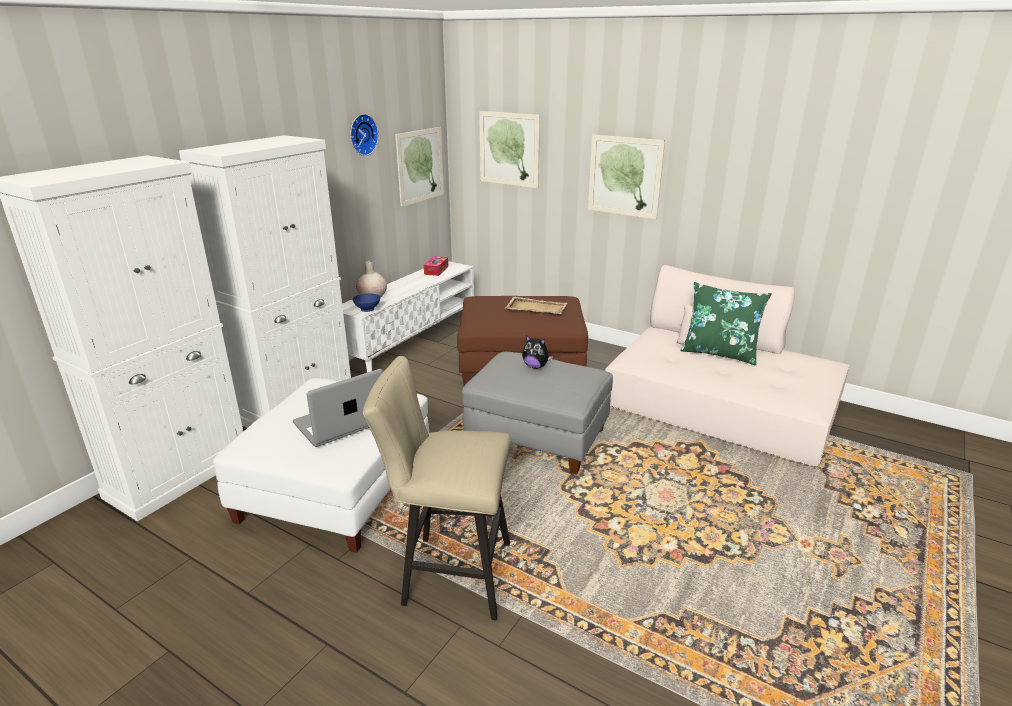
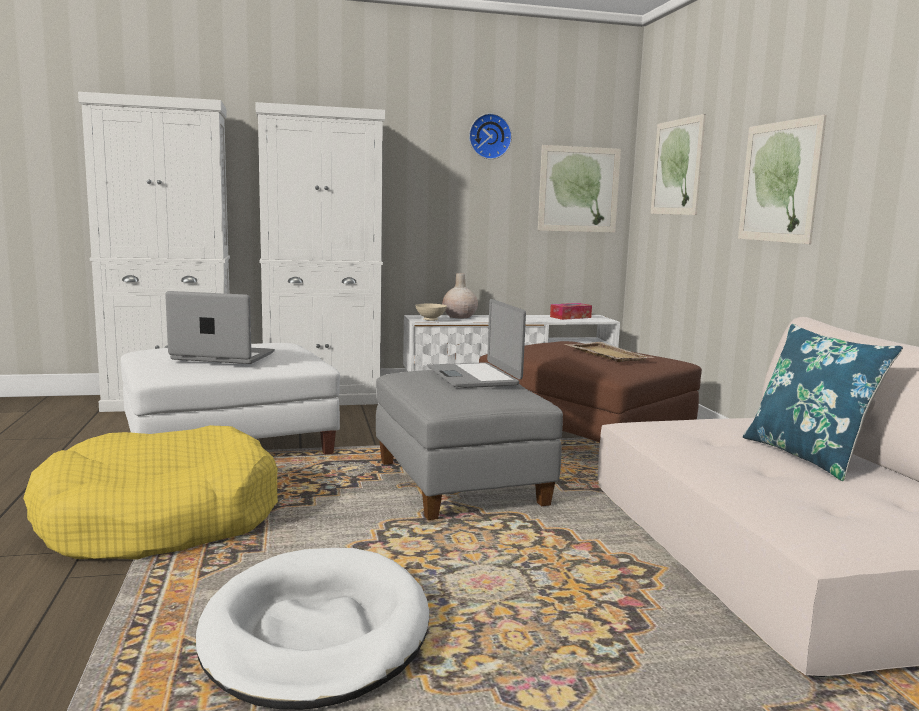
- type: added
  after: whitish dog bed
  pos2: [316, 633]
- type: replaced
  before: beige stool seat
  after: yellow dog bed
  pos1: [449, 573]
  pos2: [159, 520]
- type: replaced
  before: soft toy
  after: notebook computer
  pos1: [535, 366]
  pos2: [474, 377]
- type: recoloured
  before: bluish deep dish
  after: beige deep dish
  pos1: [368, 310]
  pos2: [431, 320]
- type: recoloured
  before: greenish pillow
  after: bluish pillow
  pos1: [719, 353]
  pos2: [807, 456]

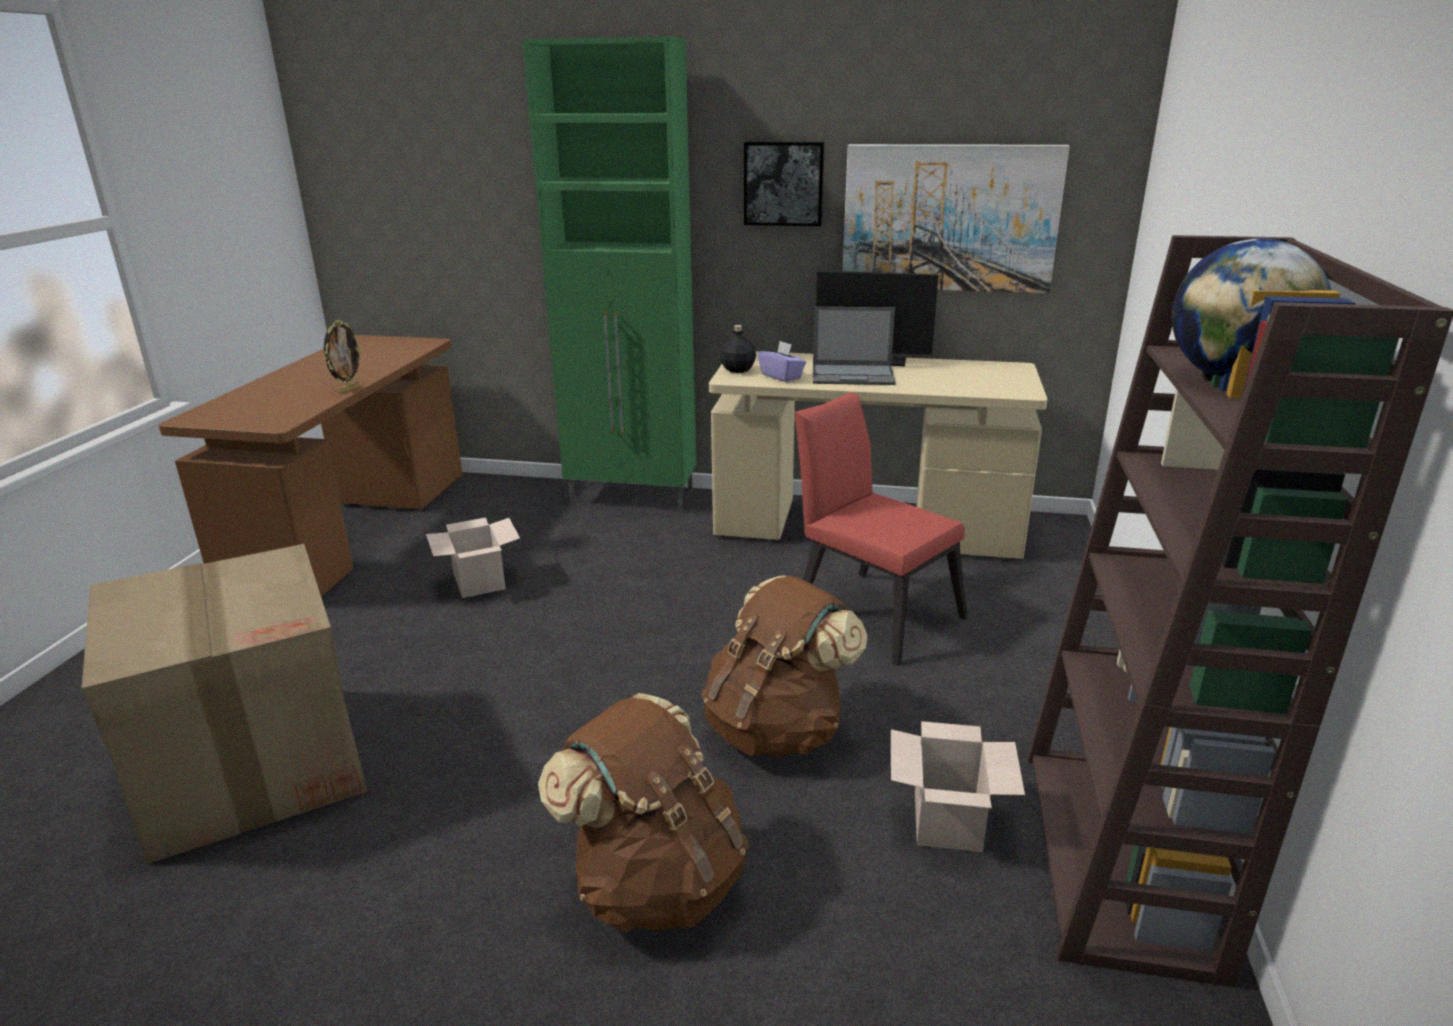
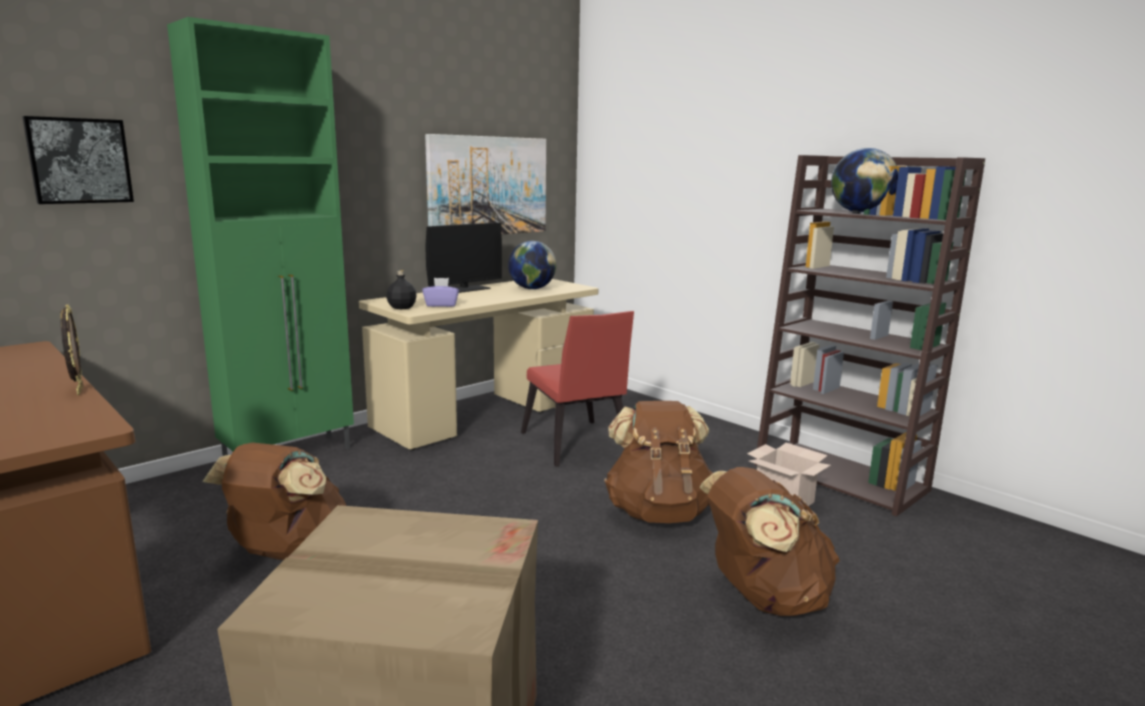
- type: removed
  before: notebook computer
  pos1: [854, 375]
- type: added
  after: globe
  pos2: [532, 288]
- type: moved
  before: picture
  pos1: [784, 183]
  pos2: [79, 161]
- type: replaced
  before: cardboard box
  after: brownish rucksack
  pos1: [478, 581]
  pos2: [288, 554]
- type: turned
  before: red-coloured upright chair
  pos1: [870, 610]
  pos2: [577, 446]
  turn: -105

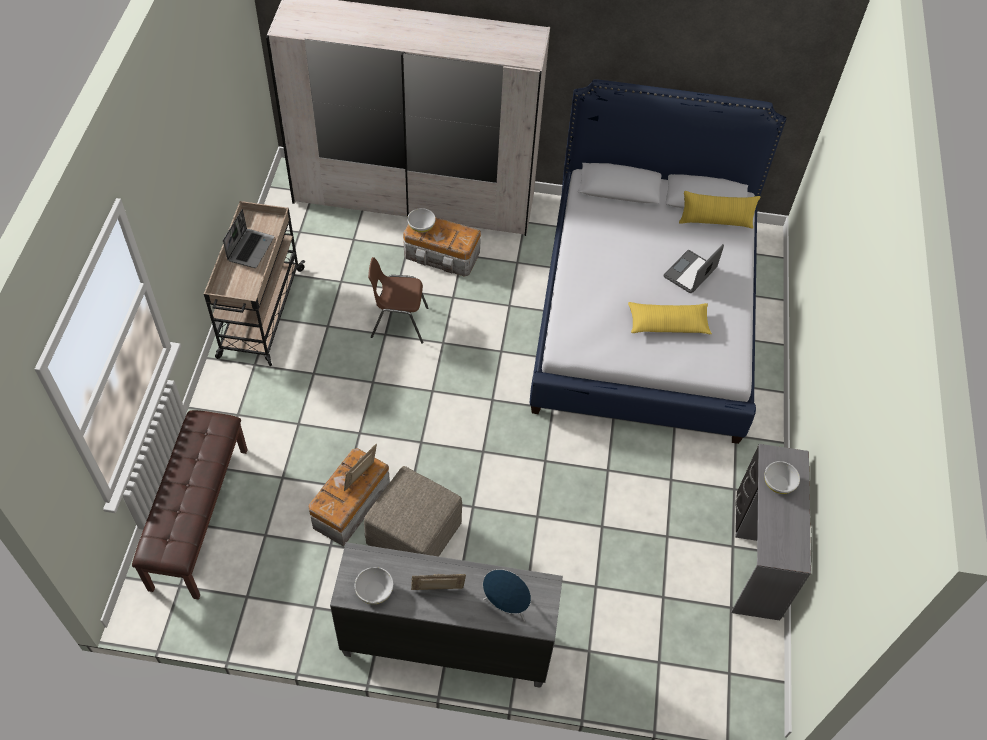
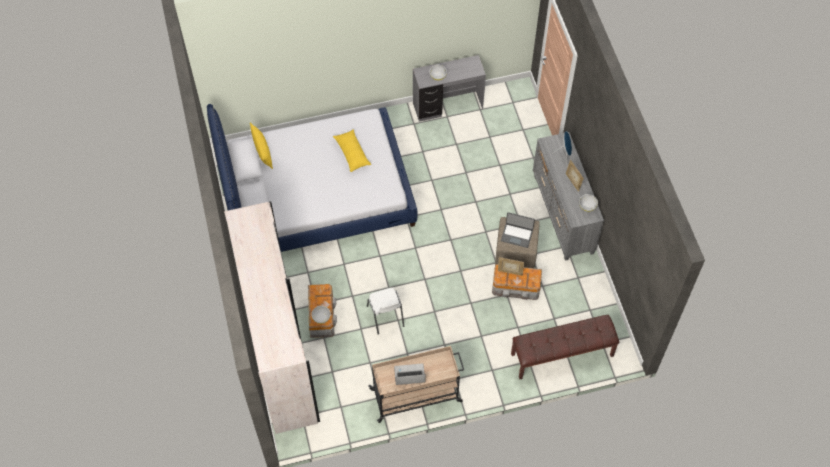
- type: moved
  before: notebook computer
  pos1: [690, 273]
  pos2: [517, 235]
- type: recoloured
  before: brownish upright chair
  after: whitish upright chair
  pos1: [399, 322]
  pos2: [385, 316]

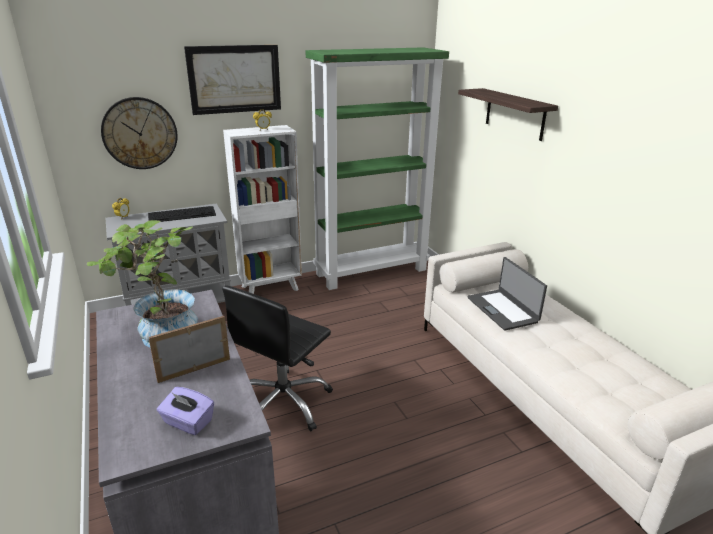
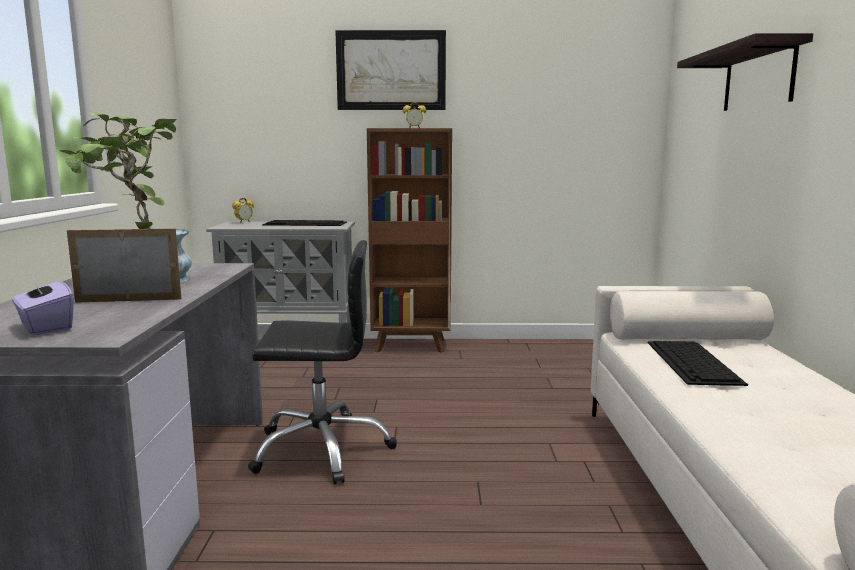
- type: removed
  before: clock on the wall
  pos1: [140, 133]
- type: removed
  before: greenish bookshelf
  pos1: [372, 271]
- type: replaced
  before: notebook computer
  after: computer keyboard
  pos1: [503, 309]
  pos2: [693, 362]
- type: recoloured
  before: whitish bookshelf
  after: brownish bookshelf
  pos1: [271, 288]
  pos2: [411, 346]
- type: turned
  before: black computer chair
  pos1: [284, 403]
  pos2: [321, 449]
  turn: -150

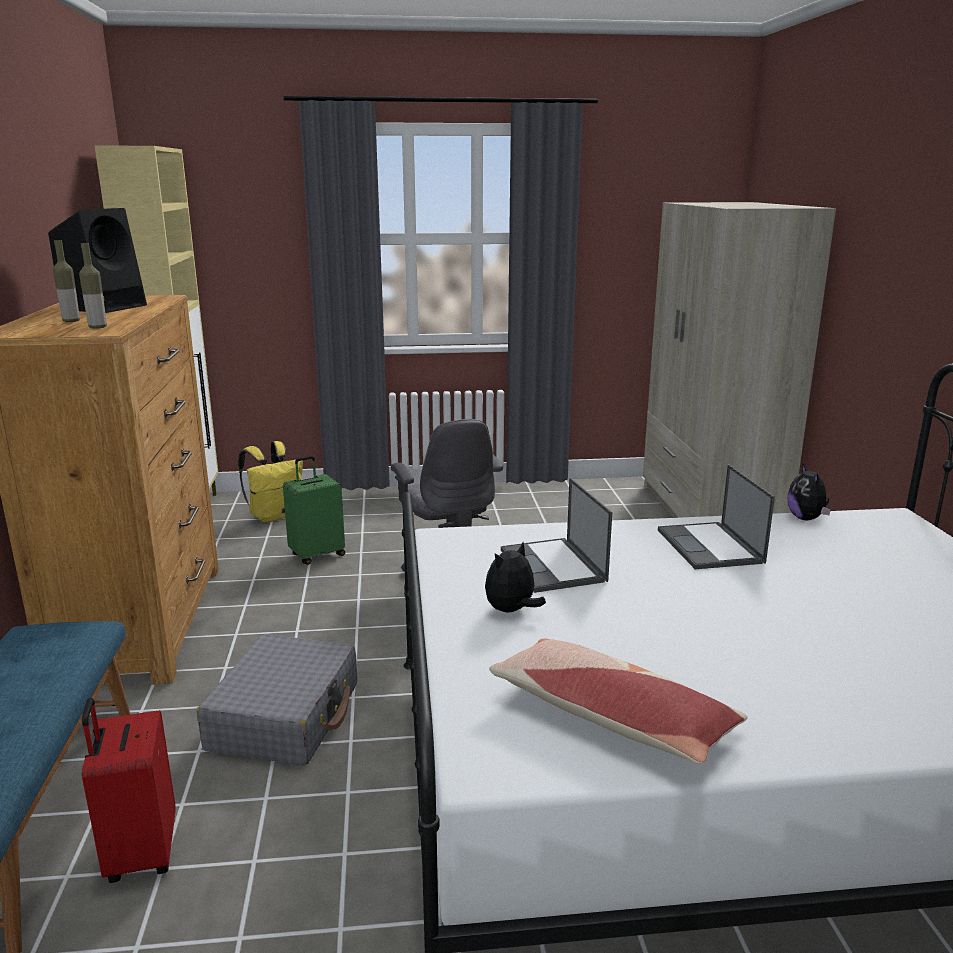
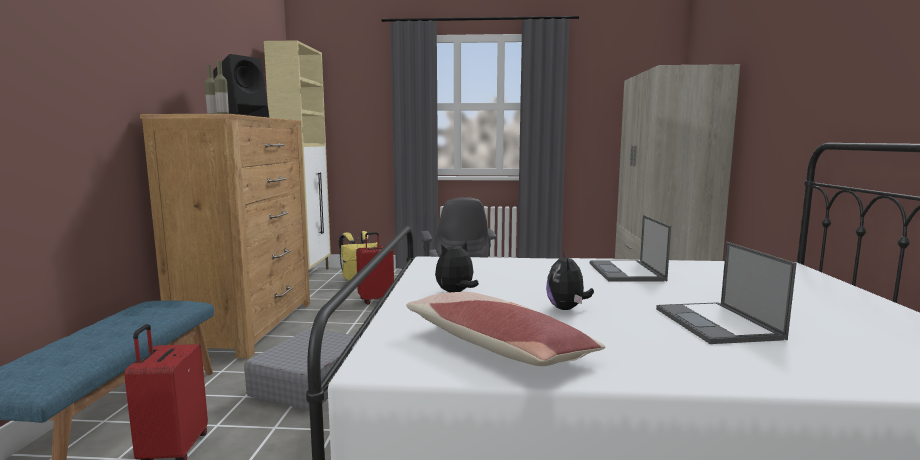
- type: moved
  before: notebook computer
  pos1: [553, 566]
  pos2: [718, 324]
- type: moved
  before: soft toy
  pos1: [806, 518]
  pos2: [567, 309]
- type: recoloured
  before: greenish suitcase
  after: red-coloured suitcase
  pos1: [317, 555]
  pos2: [376, 300]

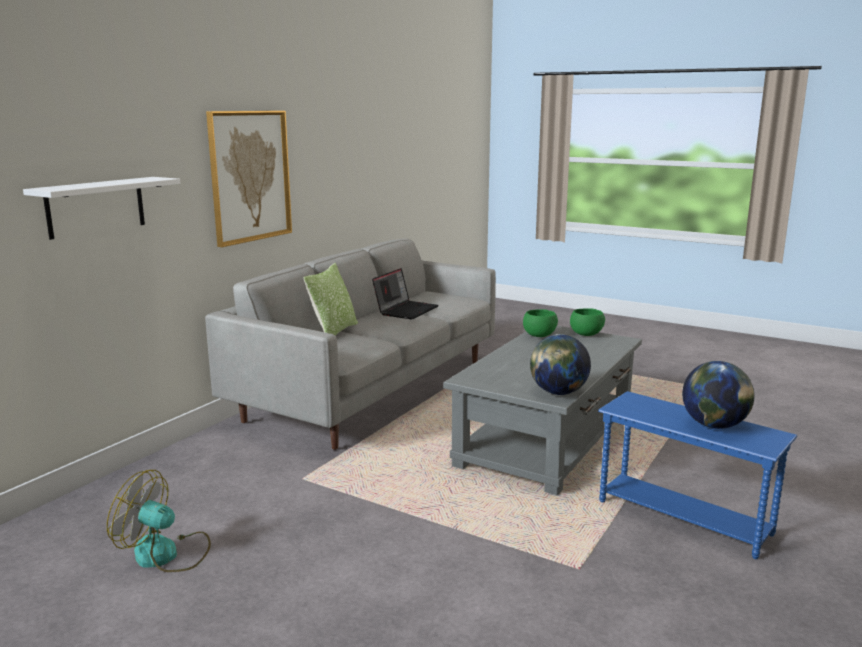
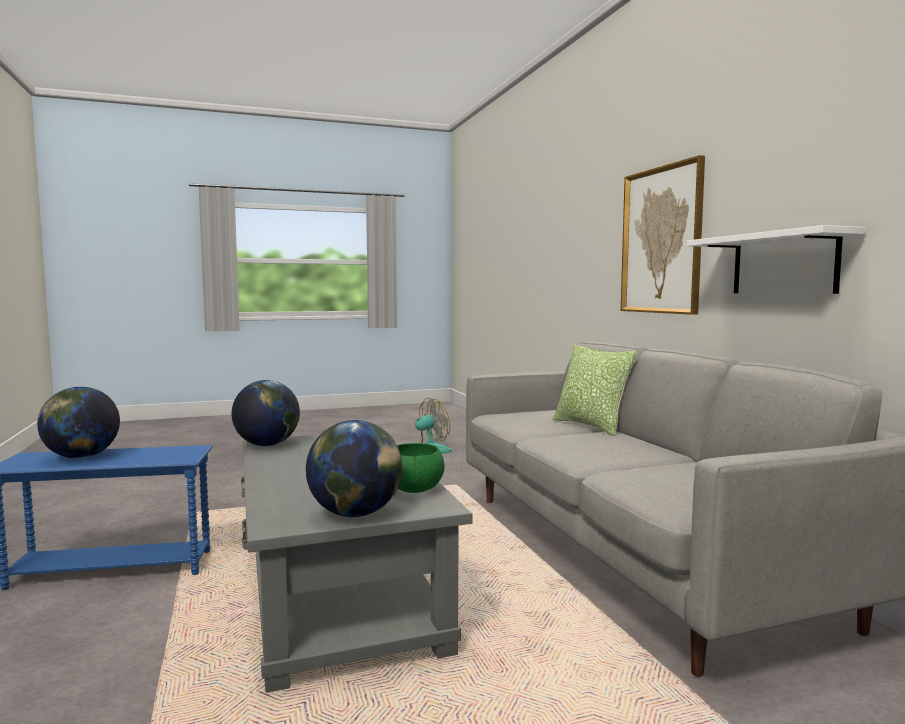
- type: removed
  before: notebook computer
  pos1: [406, 310]
- type: moved
  before: whitish wall shelf
  pos1: [96, 207]
  pos2: [783, 264]
- type: replaced
  before: greenish deep dish
  after: globe
  pos1: [586, 334]
  pos2: [355, 514]

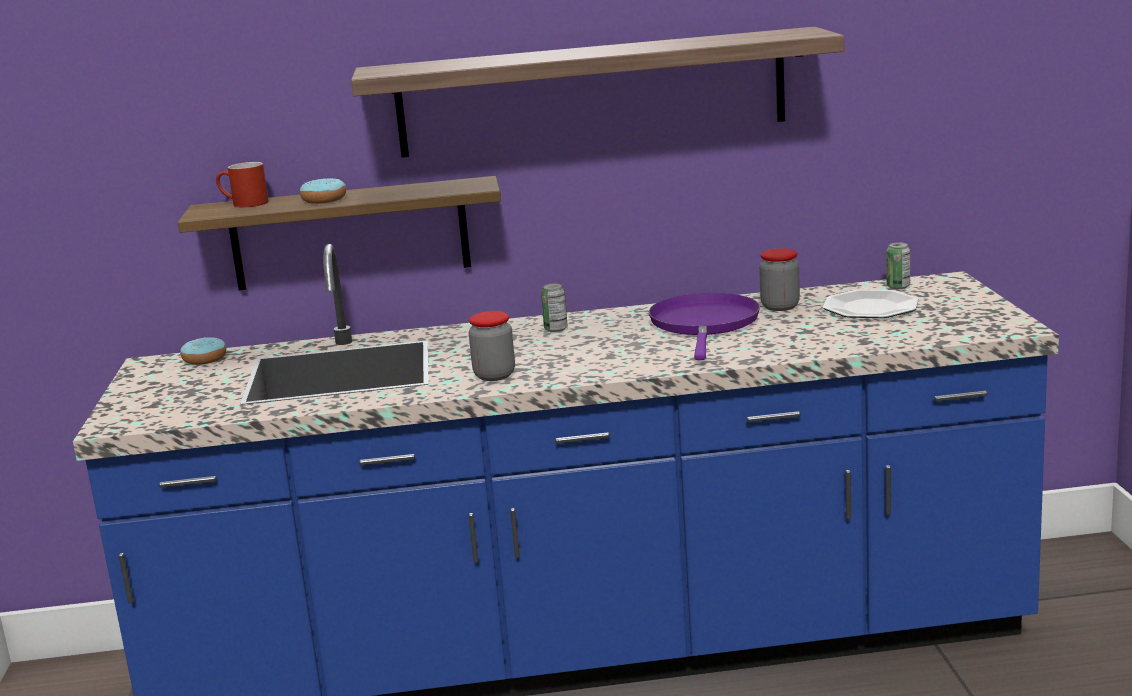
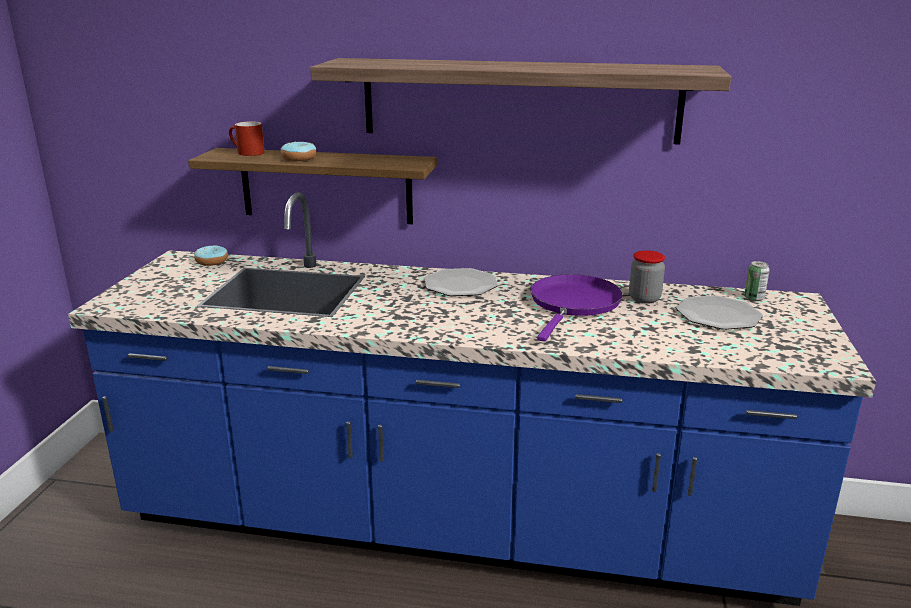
- type: removed
  before: jar
  pos1: [494, 375]
- type: replaced
  before: can
  after: flat dish
  pos1: [555, 329]
  pos2: [460, 285]

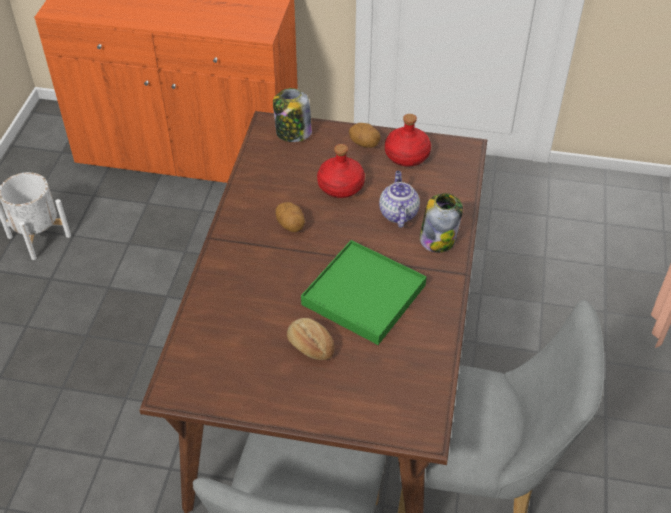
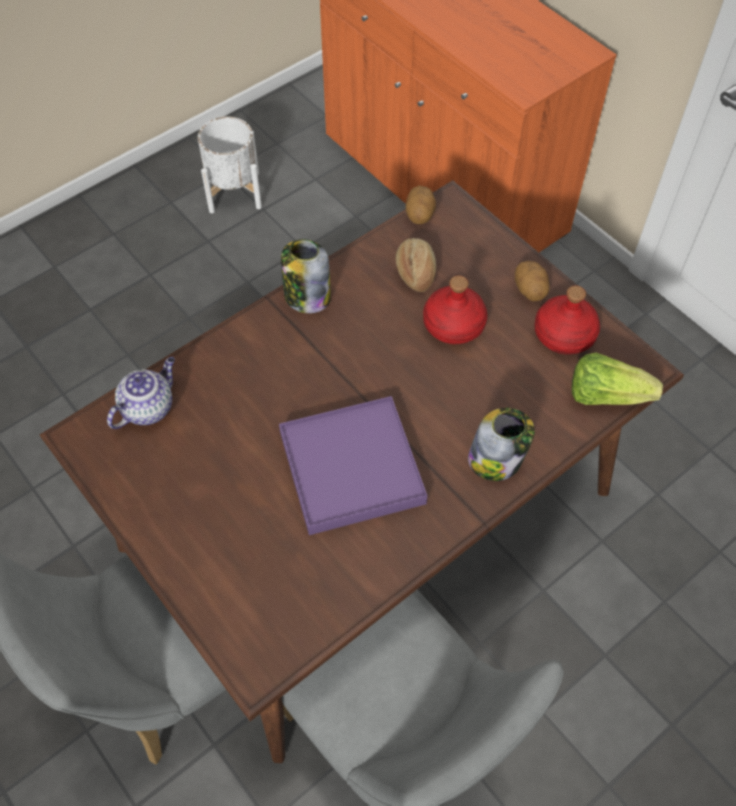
- type: added
  after: lettuce head
  pos2: [606, 395]
- type: moved
  before: jar
  pos1: [293, 133]
  pos2: [306, 296]
- type: moved
  before: whole potato
  pos1: [291, 225]
  pos2: [420, 215]
- type: moved
  before: bread
  pos1: [310, 346]
  pos2: [415, 272]
- type: moved
  before: tea pot
  pos1: [398, 213]
  pos2: [148, 407]
- type: recoloured
  before: greenish tray
  after: purple tray
  pos1: [363, 295]
  pos2: [351, 467]

